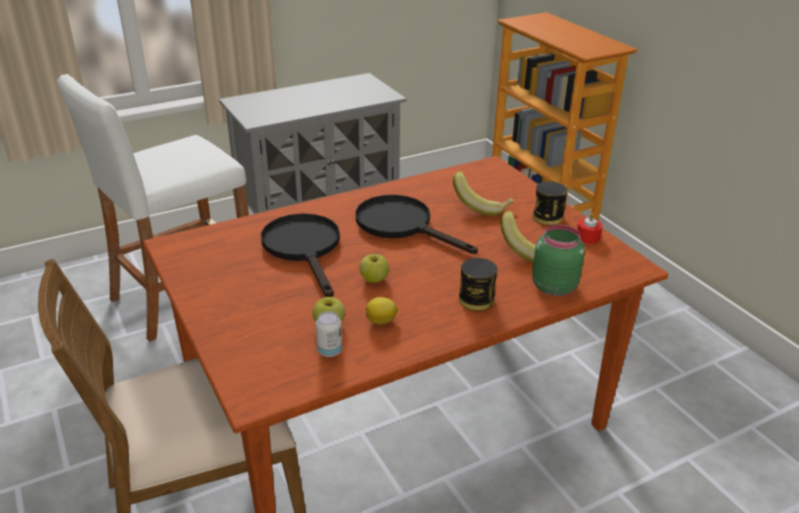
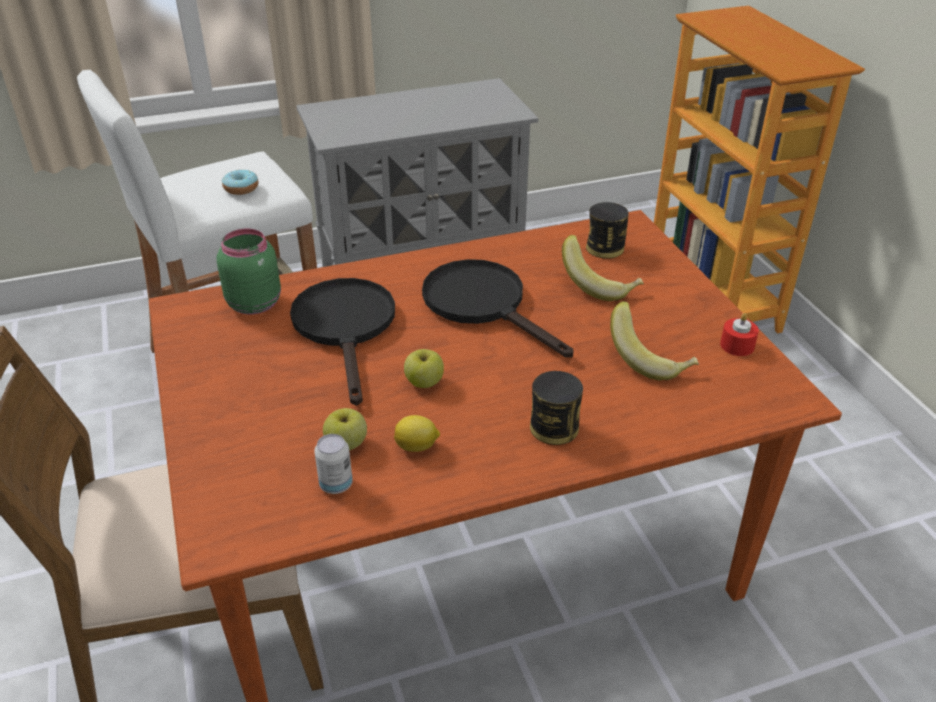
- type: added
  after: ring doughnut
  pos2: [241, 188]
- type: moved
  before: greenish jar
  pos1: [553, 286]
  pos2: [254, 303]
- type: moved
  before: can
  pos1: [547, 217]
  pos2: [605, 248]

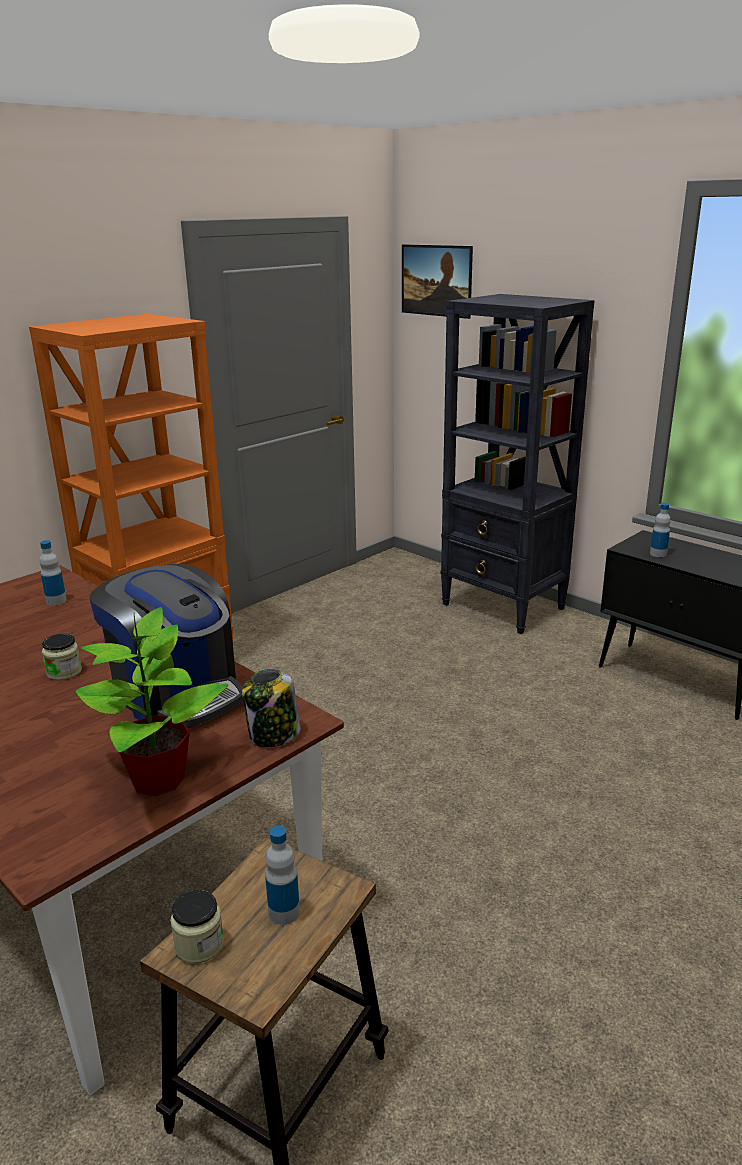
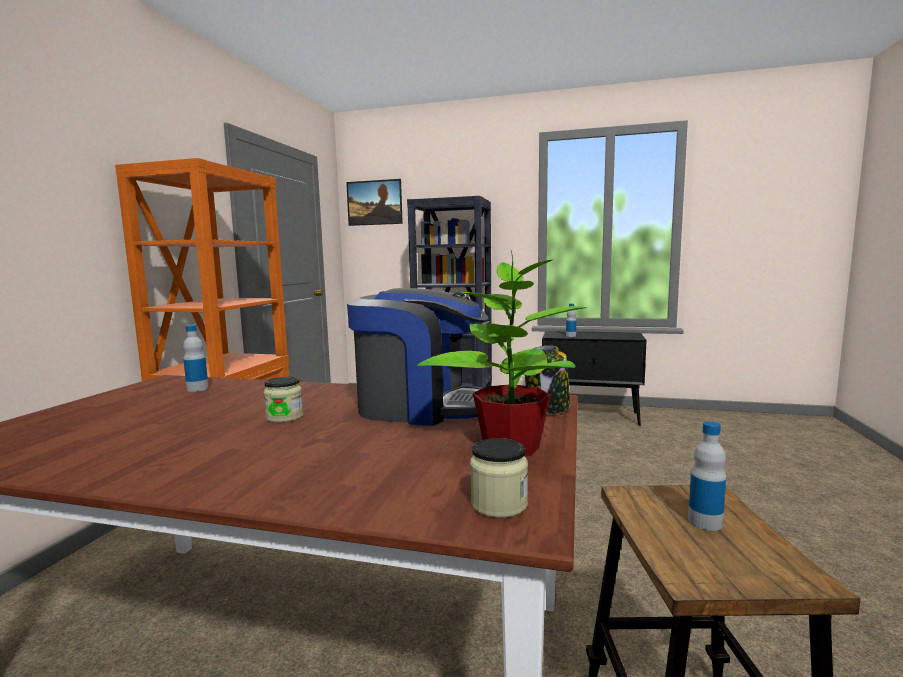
- type: moved
  before: jar
  pos1: [199, 944]
  pos2: [498, 504]

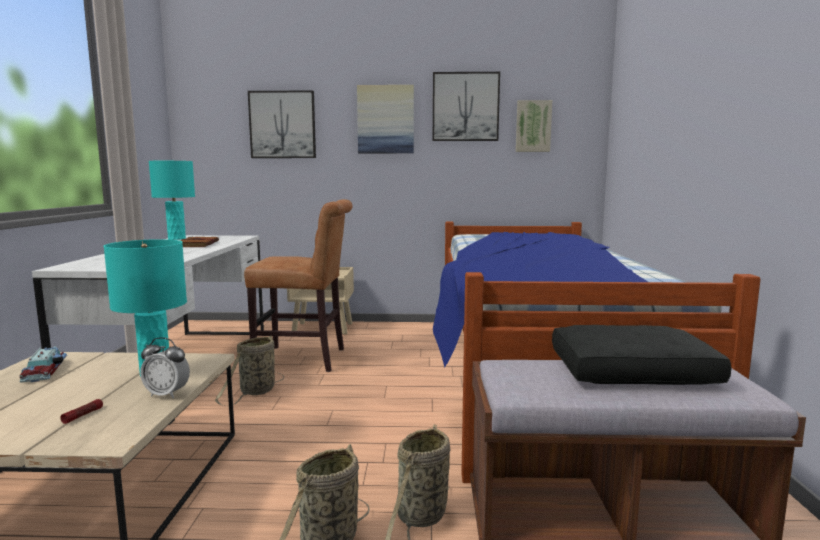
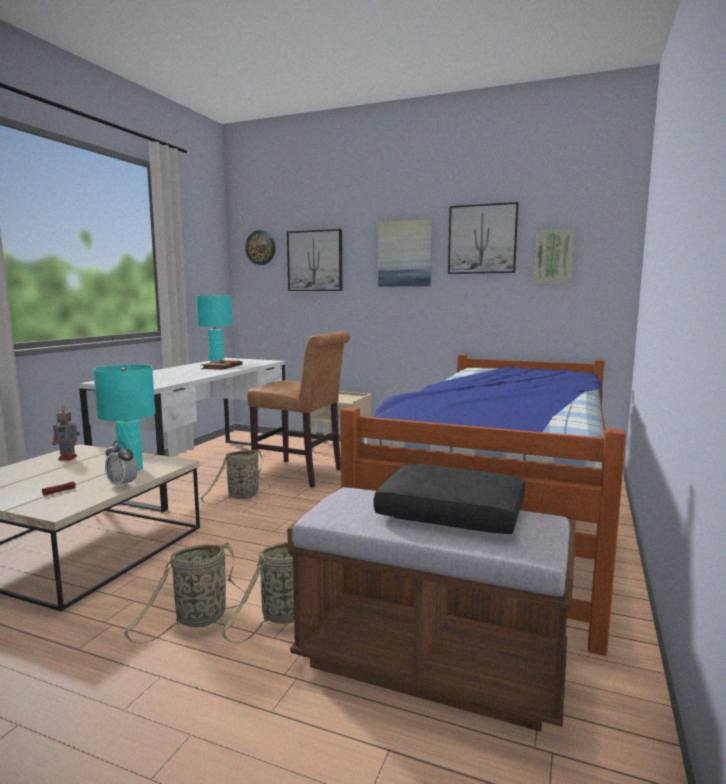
- type: added
  after: clock on the wall
  pos2: [260, 247]
- type: replaced
  before: miniature car
  after: toy robot
  pos1: [46, 370]
  pos2: [68, 458]

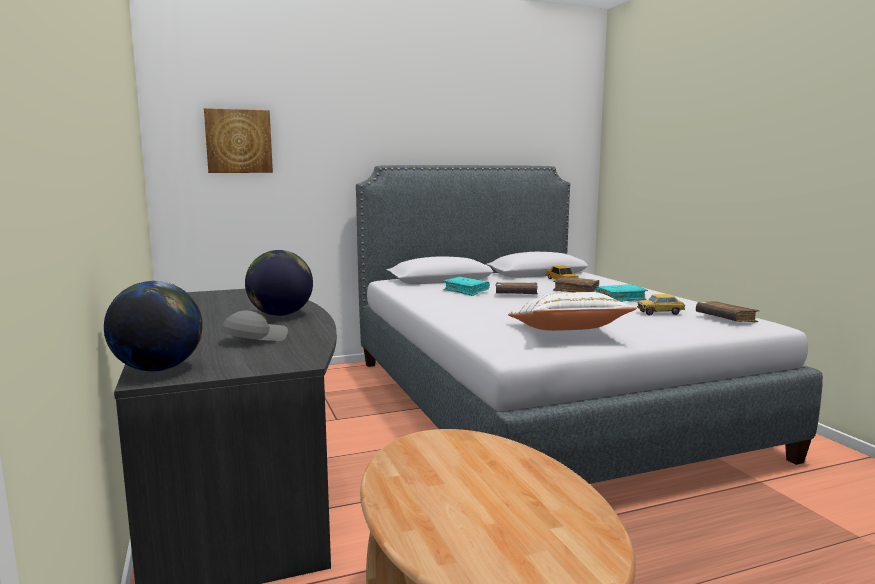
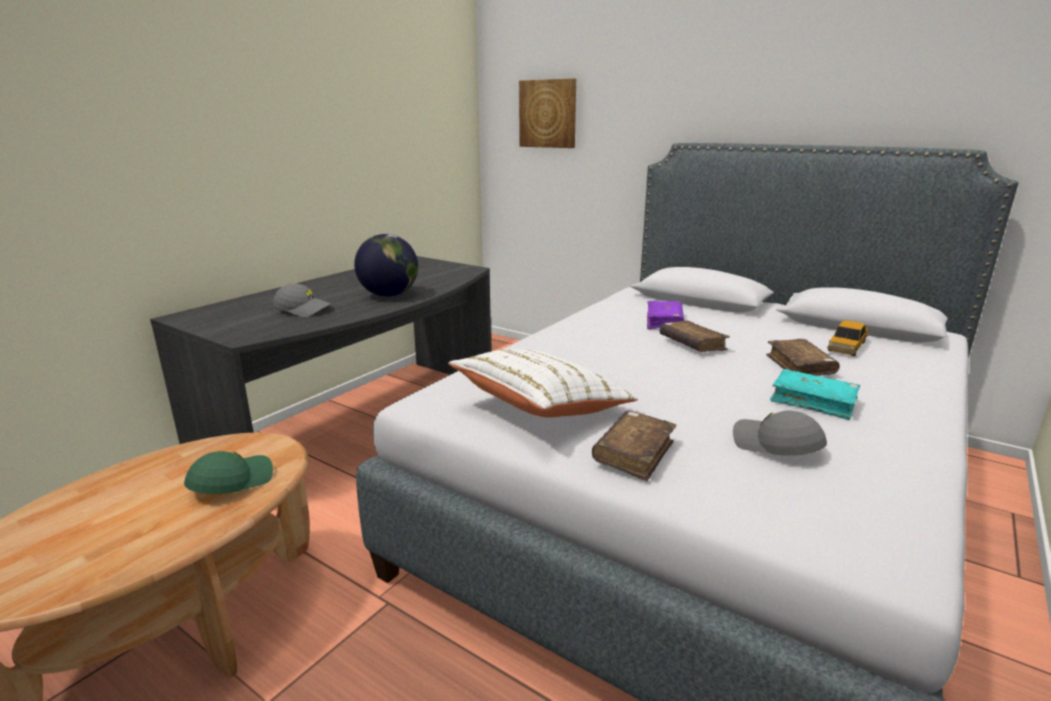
- type: removed
  before: globe
  pos1: [158, 369]
- type: added
  after: greenish cap
  pos2: [231, 482]
- type: moved
  before: brownish volume
  pos1: [725, 319]
  pos2: [634, 454]
- type: replaced
  before: miniature car
  after: gray cap
  pos1: [660, 313]
  pos2: [775, 446]
- type: recoloured
  before: blue-green volume
  after: purple volume
  pos1: [466, 291]
  pos2: [664, 322]

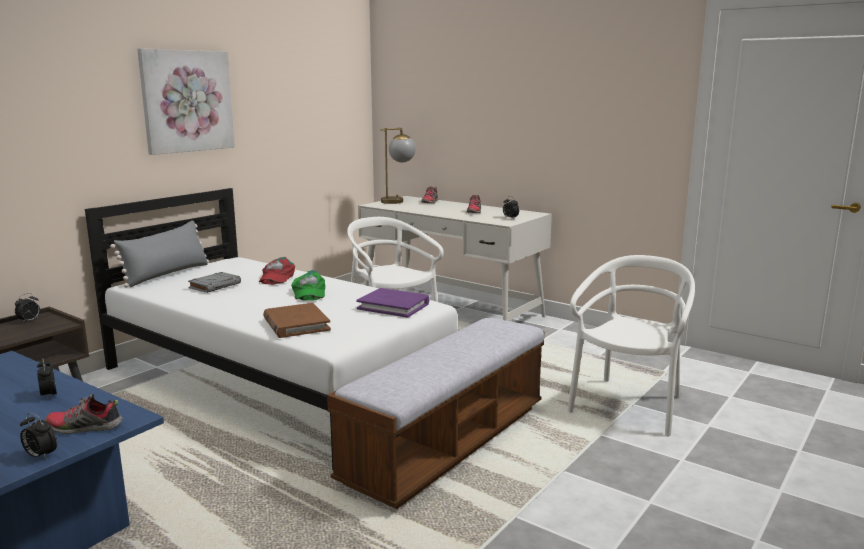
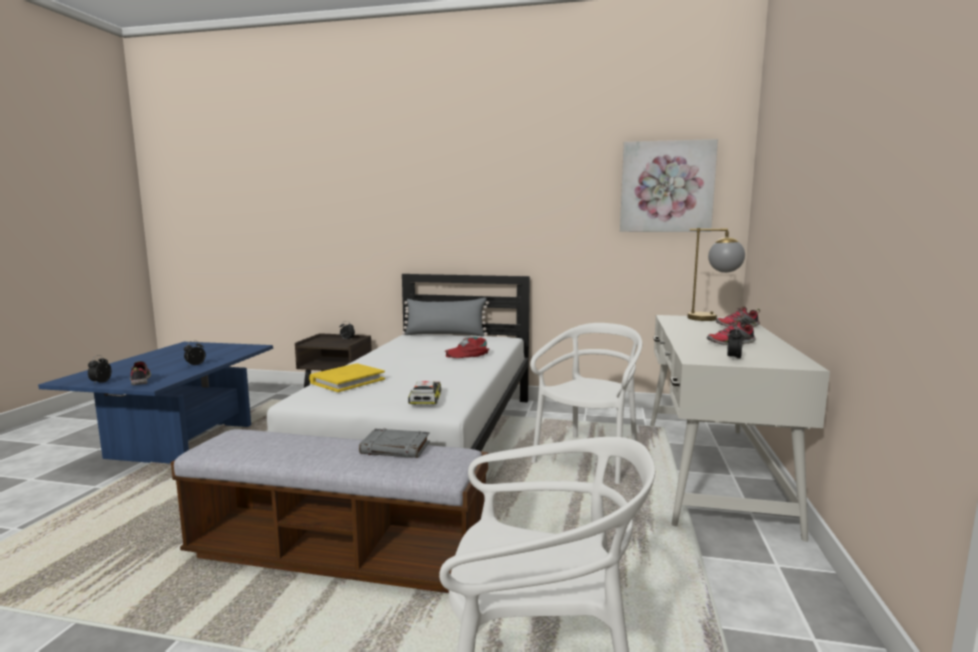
- type: removed
  before: greenish cap
  pos1: [308, 292]
- type: moved
  before: picture
  pos1: [187, 101]
  pos2: [666, 187]
- type: moved
  before: gray volume
  pos1: [215, 285]
  pos2: [396, 448]
- type: replaced
  before: purple volume
  after: miniature car
  pos1: [393, 306]
  pos2: [426, 398]
- type: recoloured
  before: brownish volume
  after: yellow volume
  pos1: [296, 324]
  pos2: [347, 381]

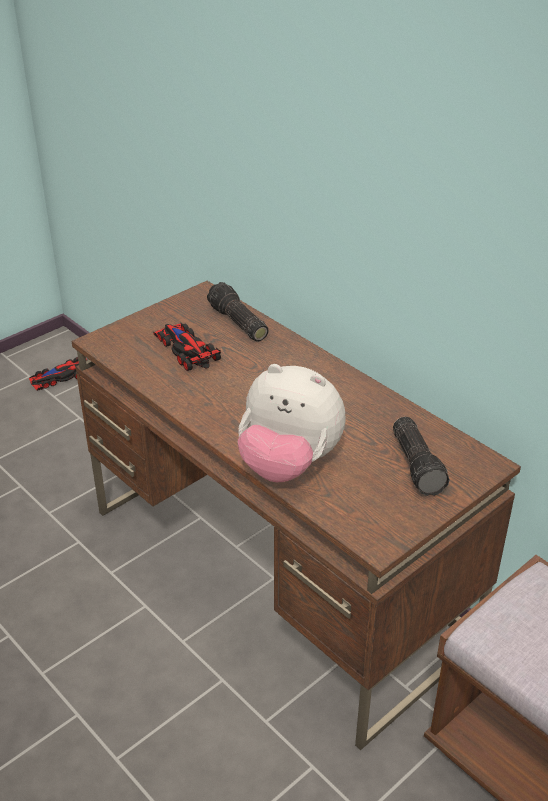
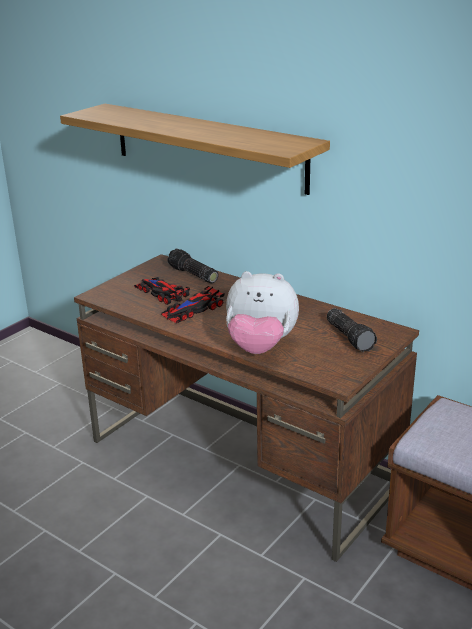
- type: added
  after: wall shelf
  pos2: [207, 147]
- type: moved
  before: miniature car
  pos1: [60, 377]
  pos2: [193, 310]

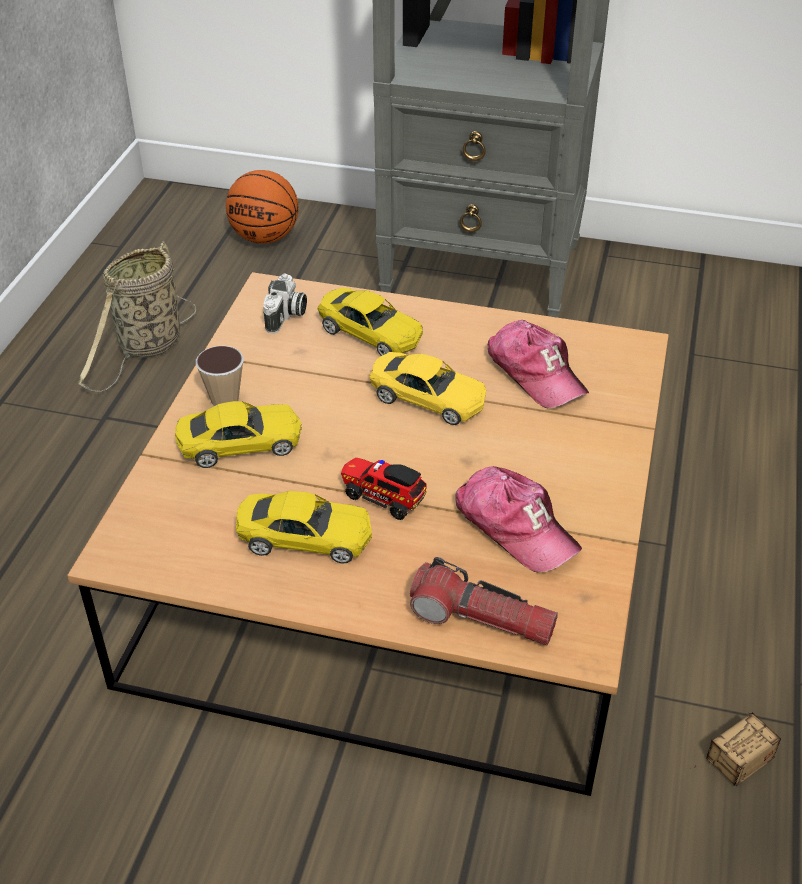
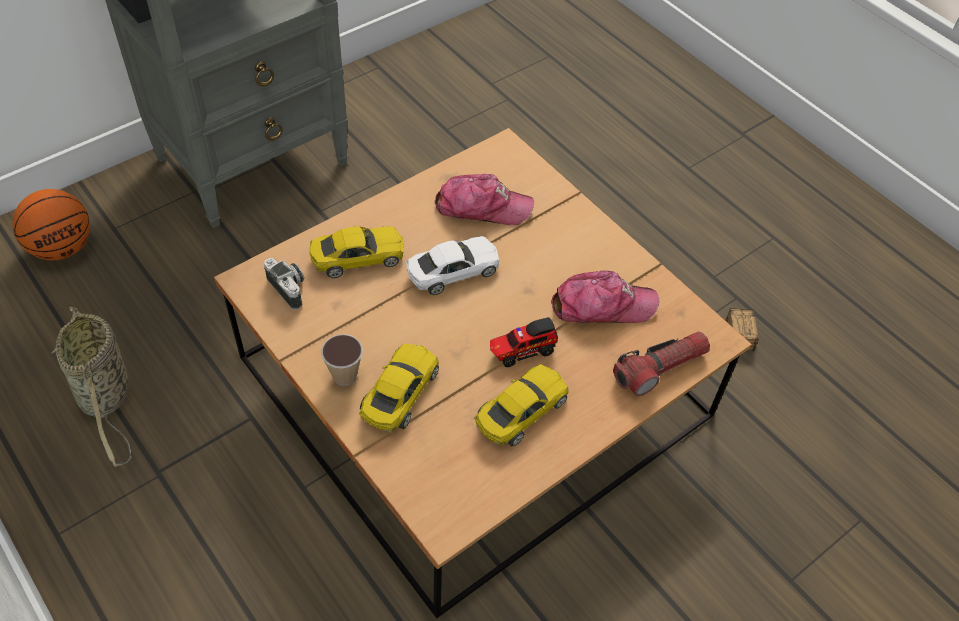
- type: recoloured
  before: yellow miniature car
  after: whitish miniature car
  pos1: [428, 398]
  pos2: [453, 271]

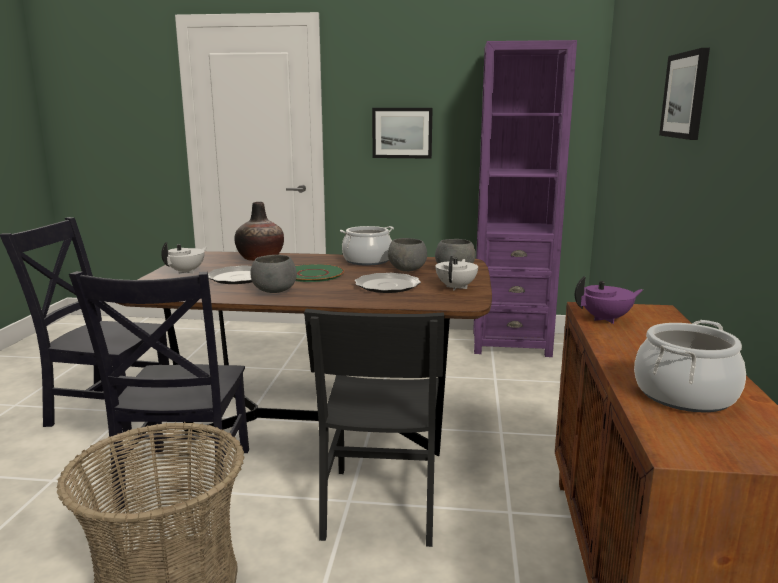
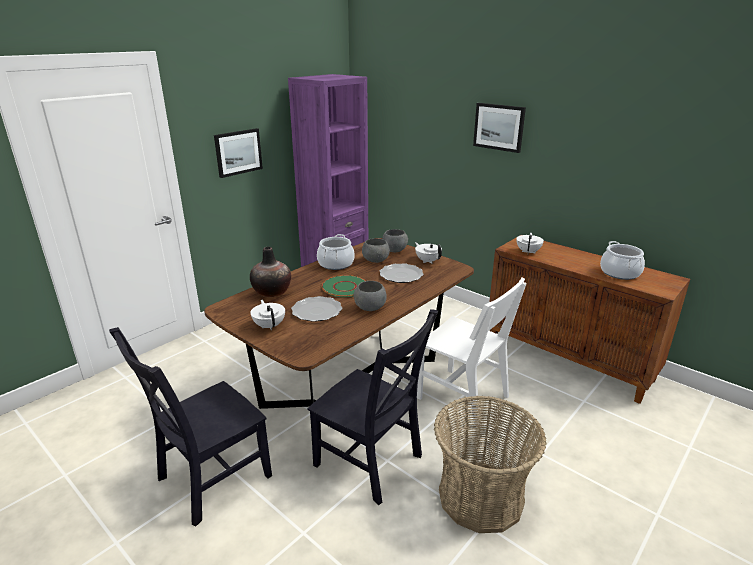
- type: recoloured
  before: black upright chair
  after: whitish upright chair
  pos1: [380, 504]
  pos2: [462, 397]
- type: recoloured
  before: purple tea pot
  after: whitish tea pot
  pos1: [606, 319]
  pos2: [528, 252]

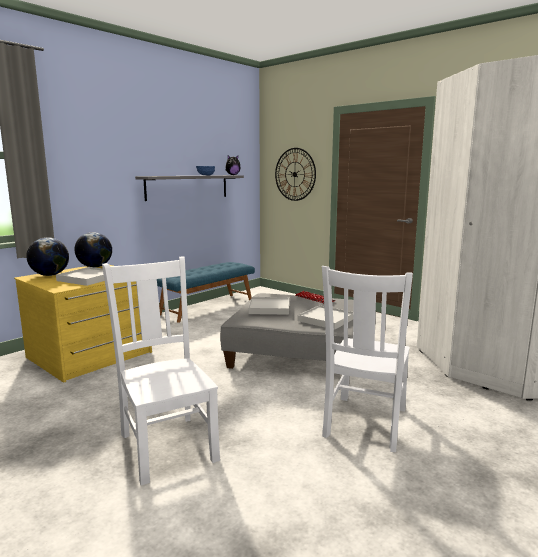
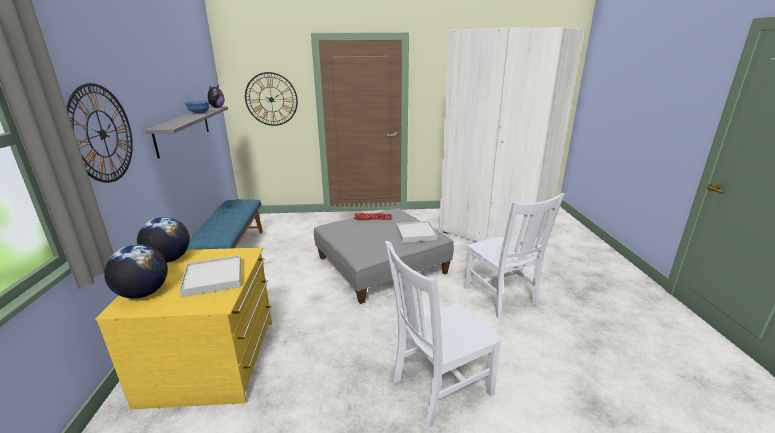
- type: removed
  before: whitish tray
  pos1: [269, 308]
- type: added
  after: clock on the wall
  pos2: [102, 134]
- type: turned
  before: whitish upright chair
  pos1: [167, 445]
  pos2: [438, 388]
  turn: -45

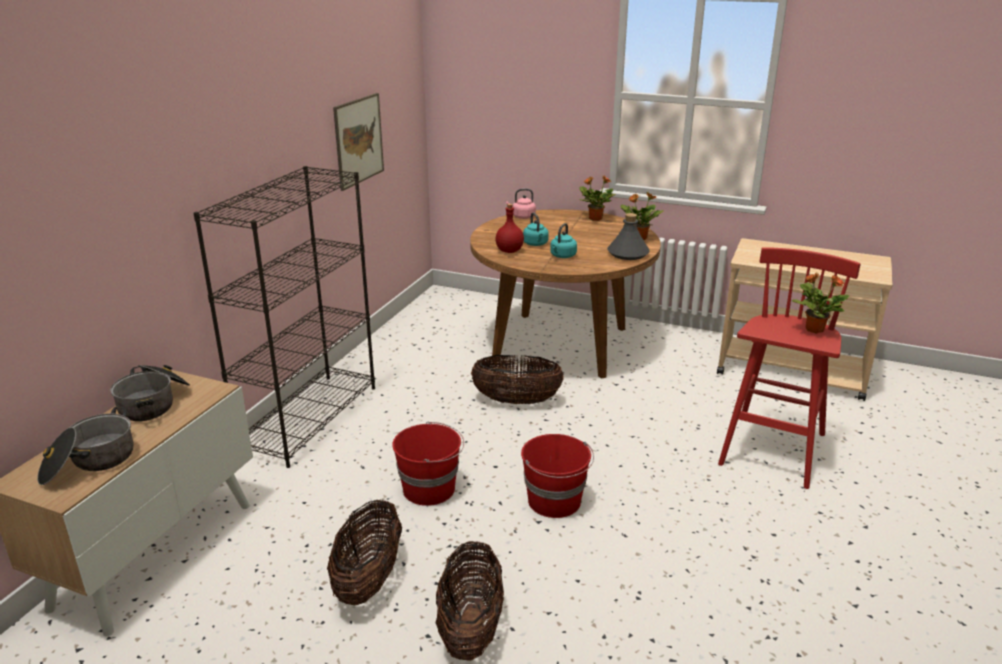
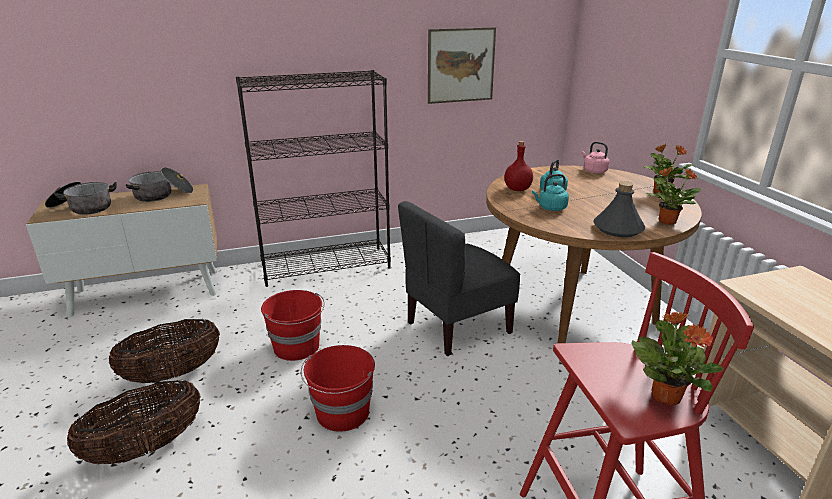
- type: replaced
  before: basket
  after: gray upright chair
  pos1: [516, 401]
  pos2: [457, 327]

